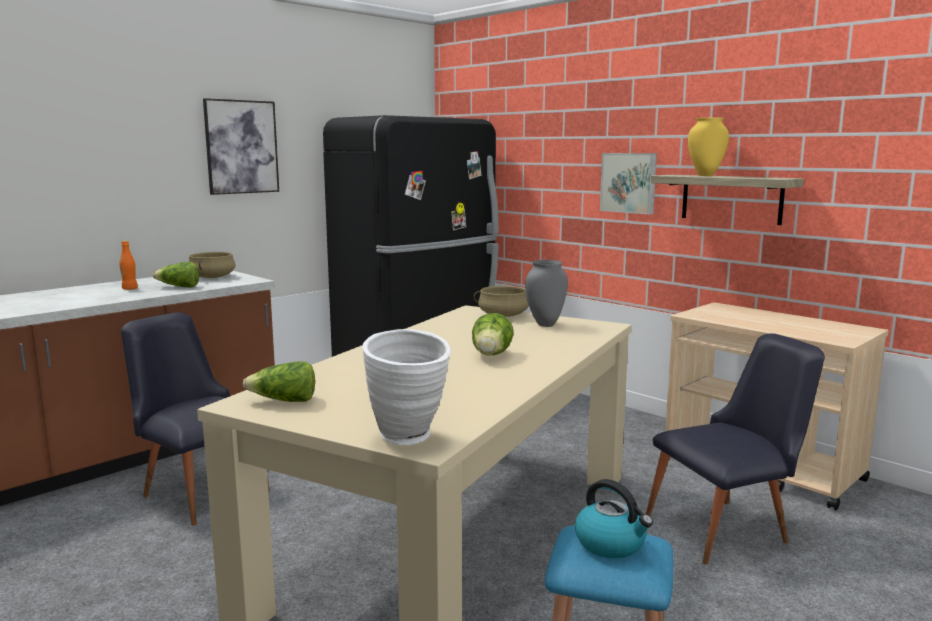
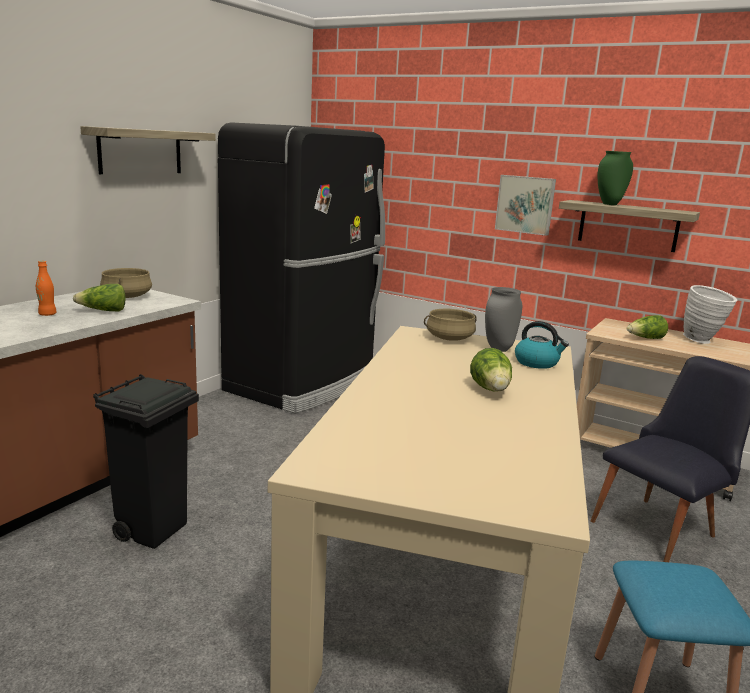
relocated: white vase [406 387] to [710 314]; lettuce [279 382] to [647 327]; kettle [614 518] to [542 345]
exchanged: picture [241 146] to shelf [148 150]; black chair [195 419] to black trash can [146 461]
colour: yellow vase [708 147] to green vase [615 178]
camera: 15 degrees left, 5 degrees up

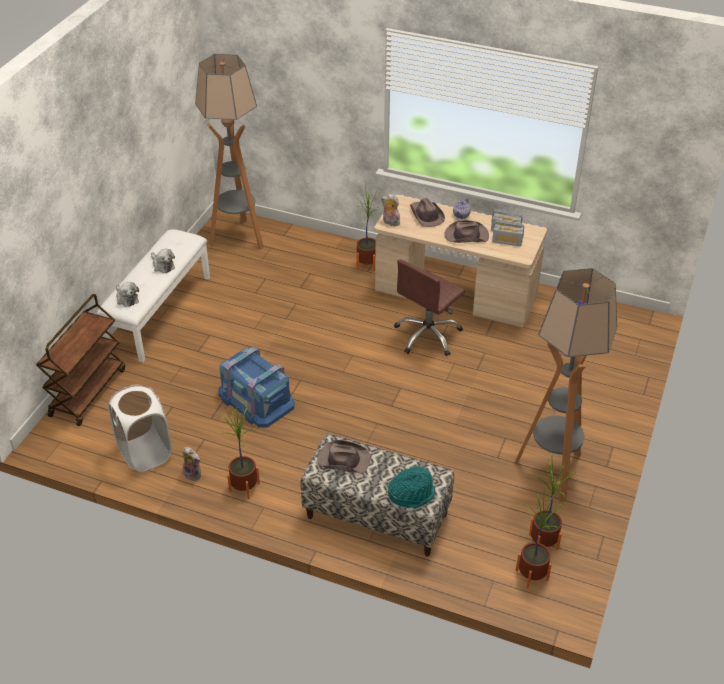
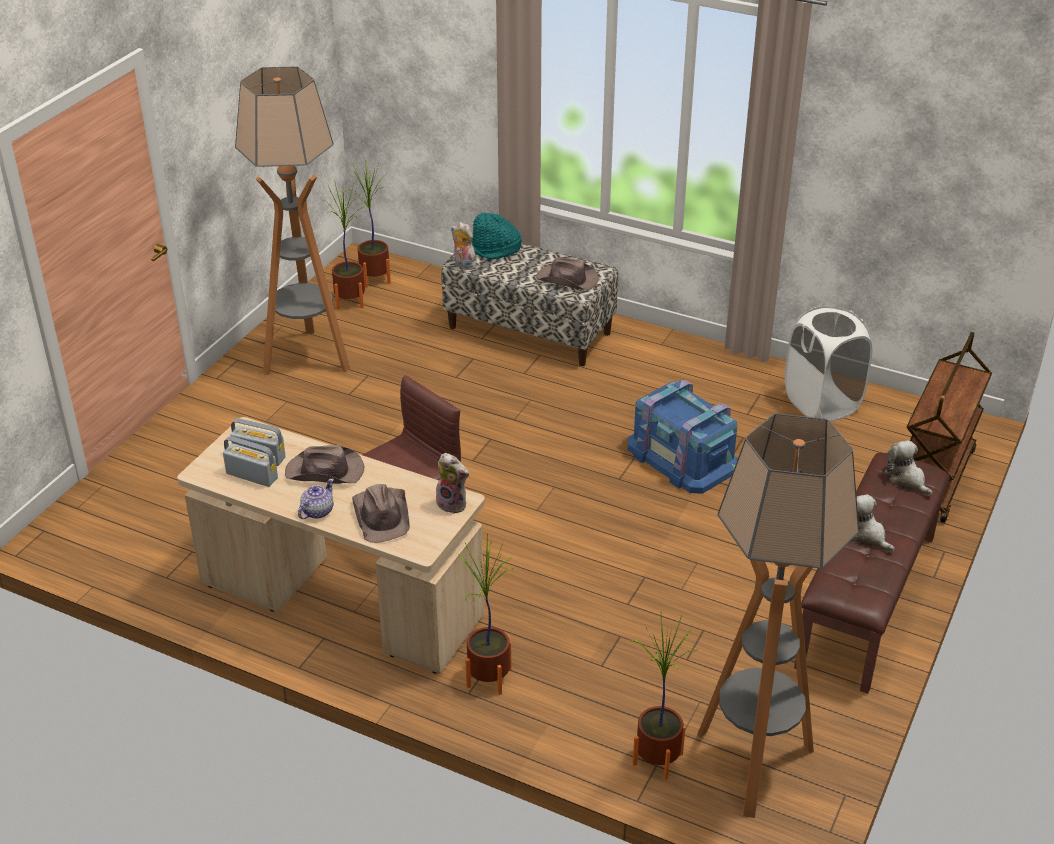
relocated: potted plant [240 452] to [663 697]; plush toy [192 464] to [464 246]
colour: white bench [153 295] to brown bench [872 573]
camera: 175 degrees left, 5 degrees down

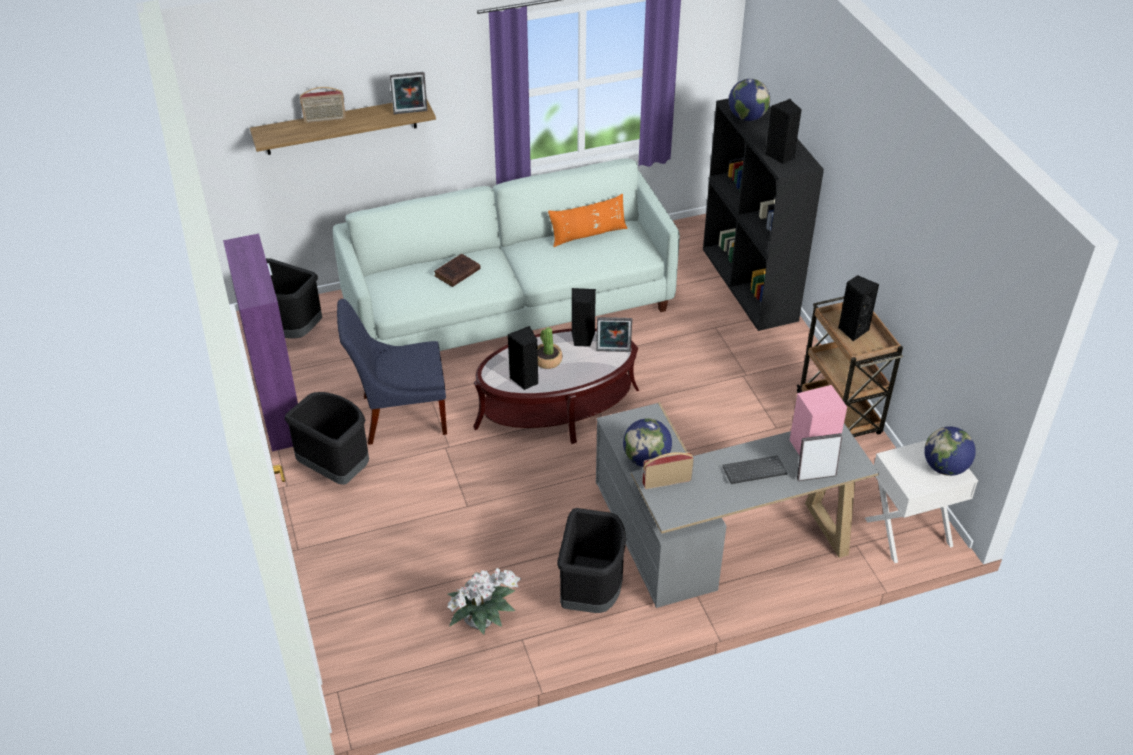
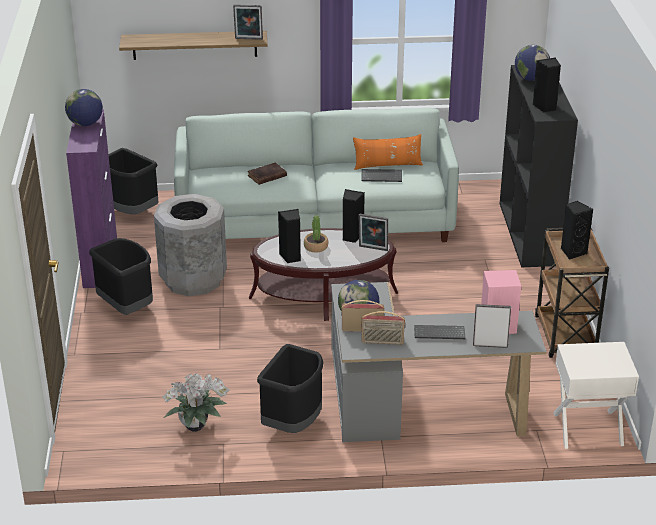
appeared: keyboard [381 175]
relocated: radio [323 105] to [383 328]; globe [950 451] to [84 107]
exchanged: blue chair [392 372] to grey trash can [190 245]
camera: 15 degrees right, 10 degrees down

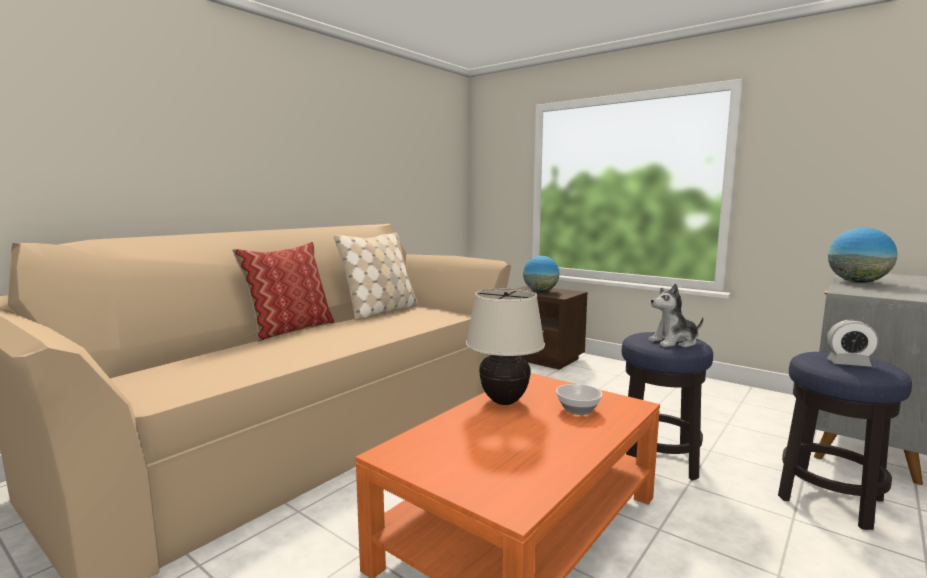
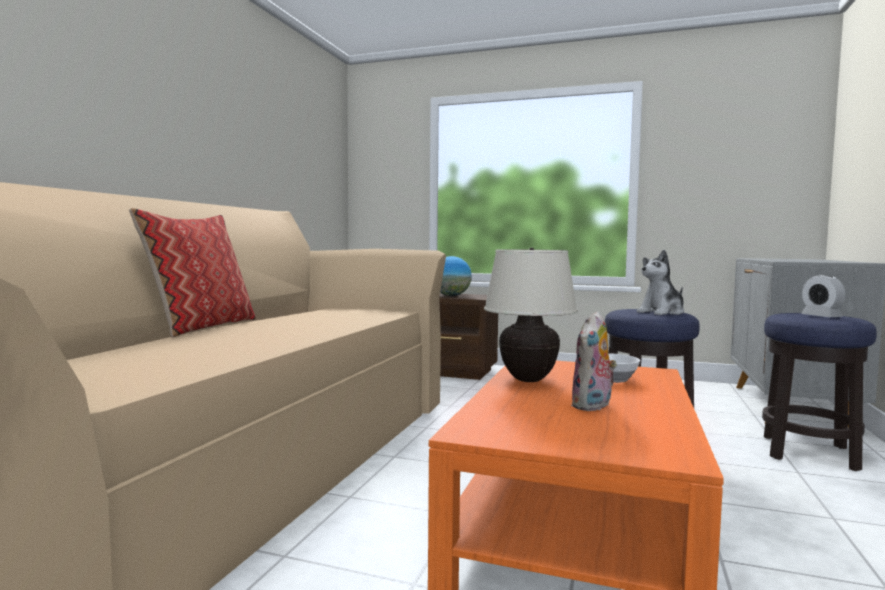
missing: globe [863 255]; beige pillow [376 276]
appeared: plush toy [594 361]
spun: alarm clock [852 343] = [823 296] 75 degrees clockwise
camera: 20 degrees left, 5 degrees down

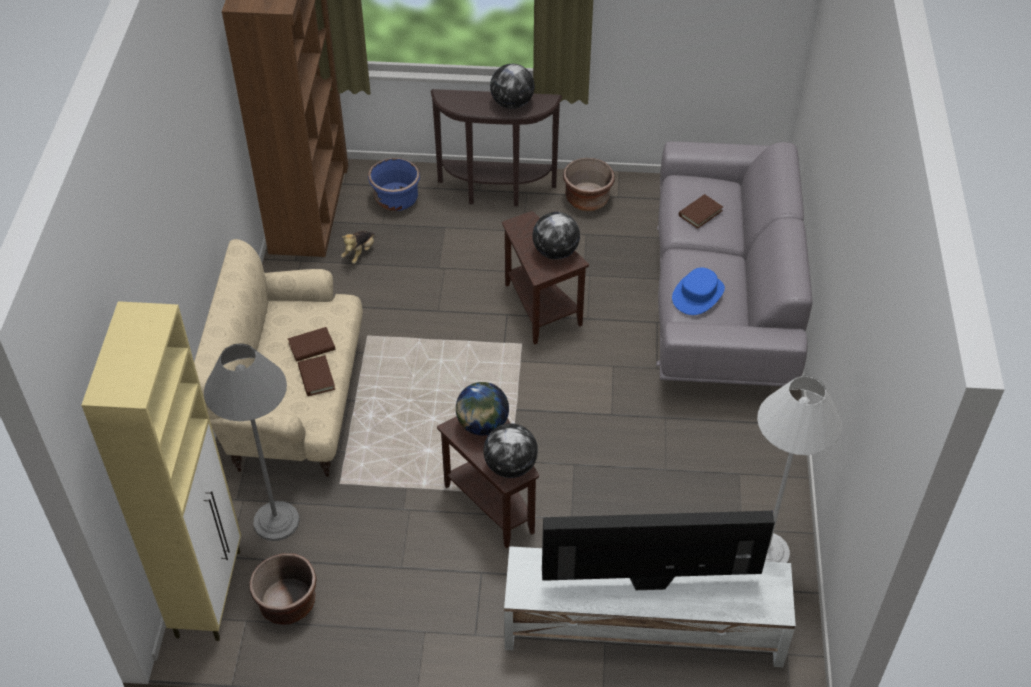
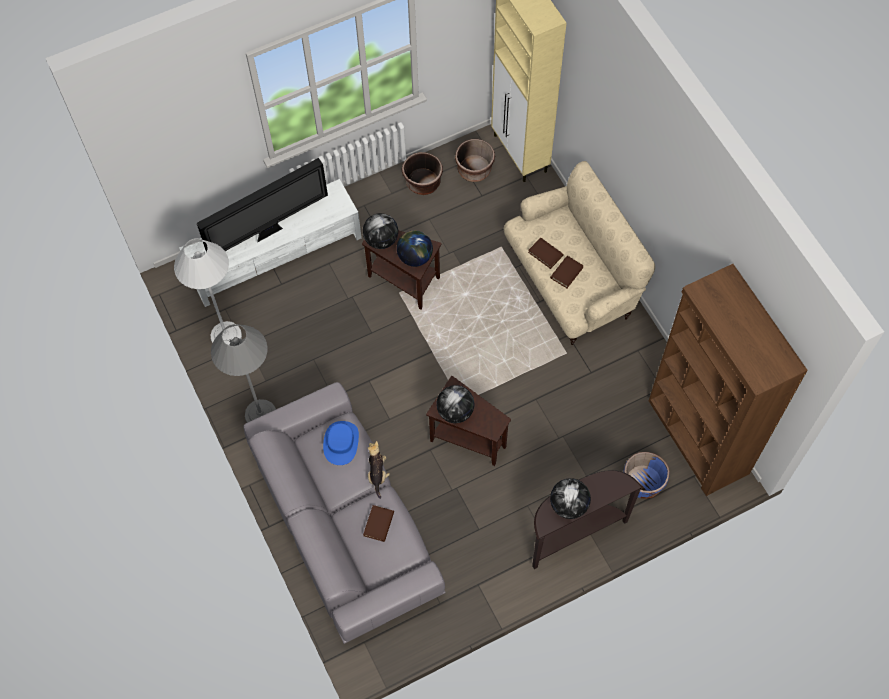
relocated: brown planter [589 184] to [422 173]; plush toy [358 247] to [379 470]; grey floor lamp [252 442] to [243 373]
camera: 150 degrees right, 15 degrees up

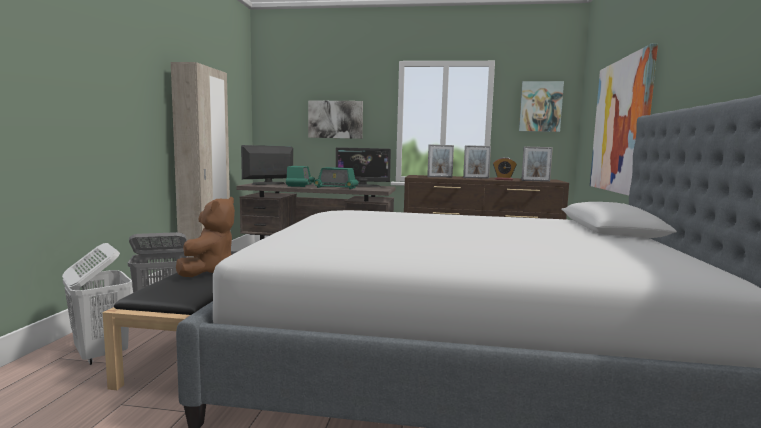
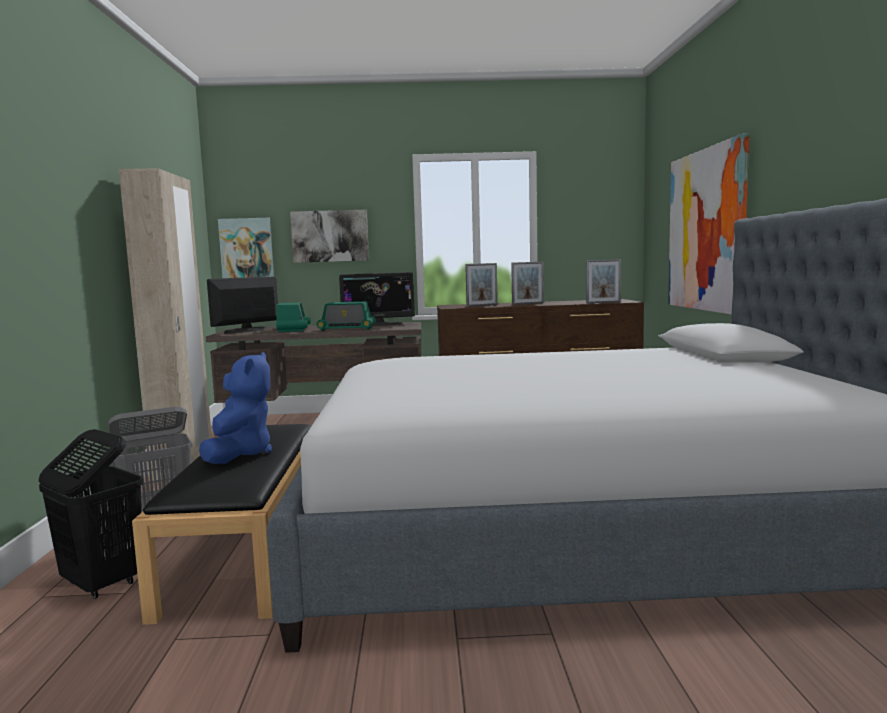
missing: alarm clock [505 168]
relocated: picture [541 106] to [246 248]
colour: brown plush toy [205 237] to blue plush toy [235 408]; white laundry basket [97 304] to black laundry basket [91 514]
camera: 10 degrees left, 0 degrees up

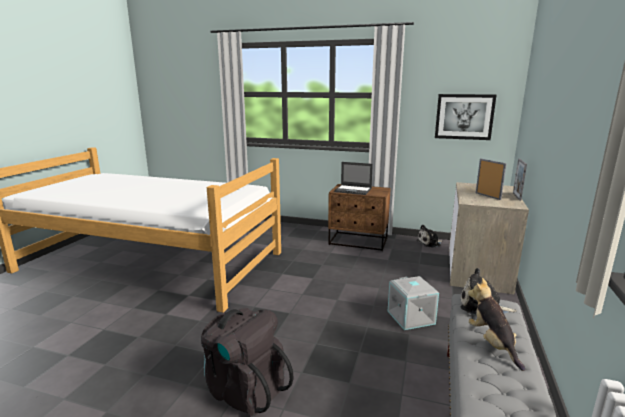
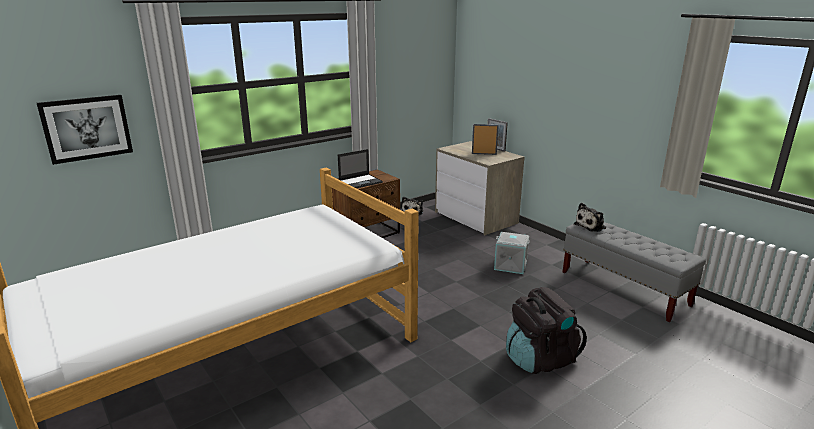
missing: plush toy [496 324]
relocated: picture [465 117] to [85 130]
camera: 55 degrees left, 5 degrees up

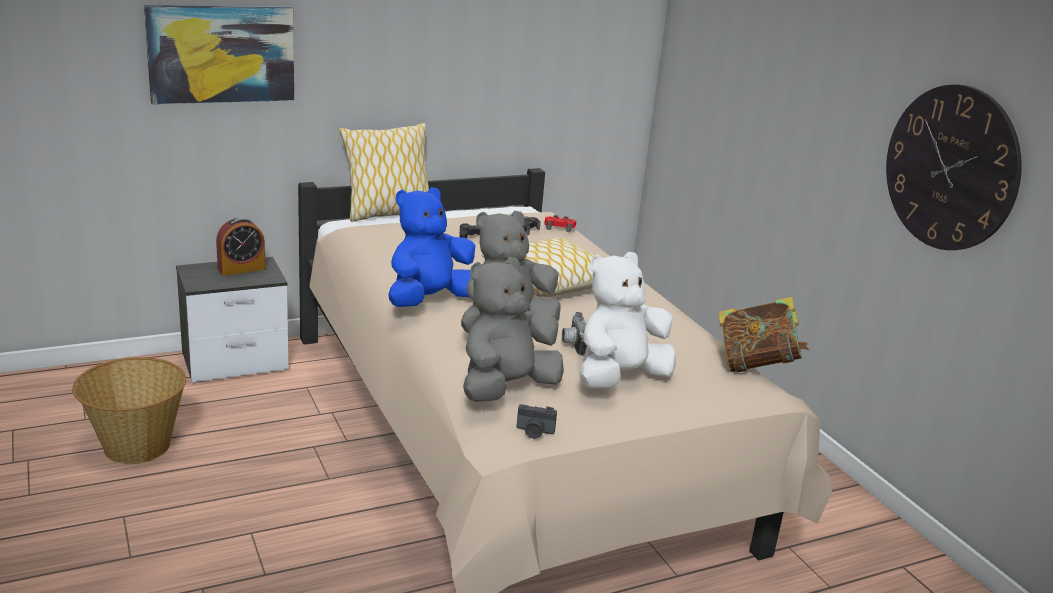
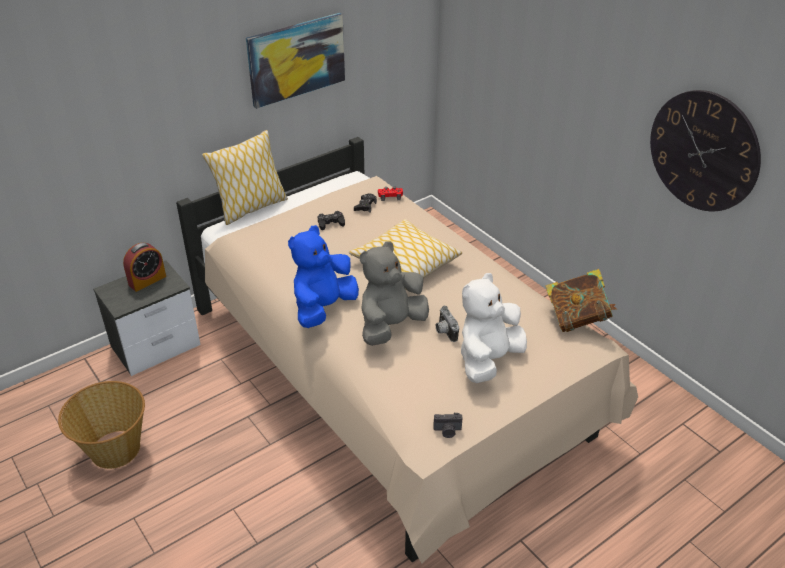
missing: grey plush toy [513 329]
relocated: picture [219 54] to [295 61]
camera: 10 degrees left, 15 degrees up

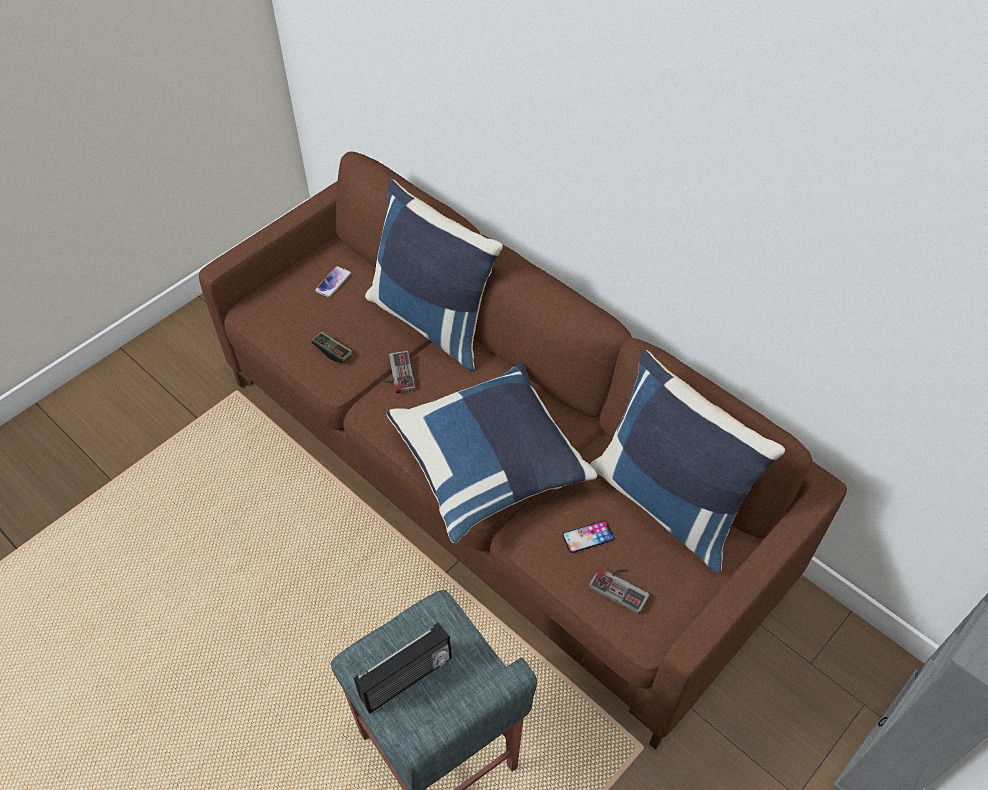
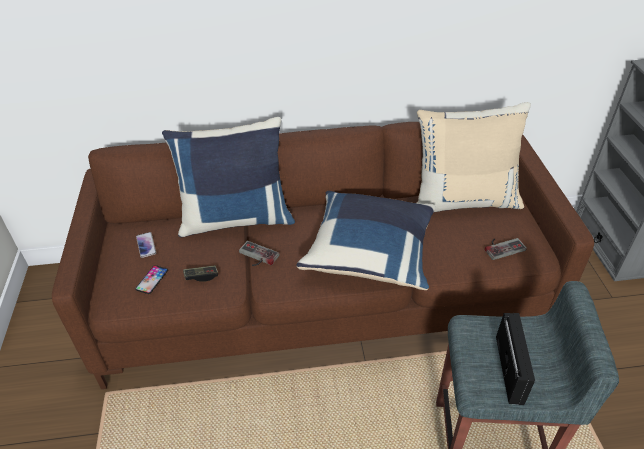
relocated: phone [588 536] to [151 279]
colour: blue pillow [687 461] to beige pillow [474 157]
camera: 50 degrees left, 10 degrees down

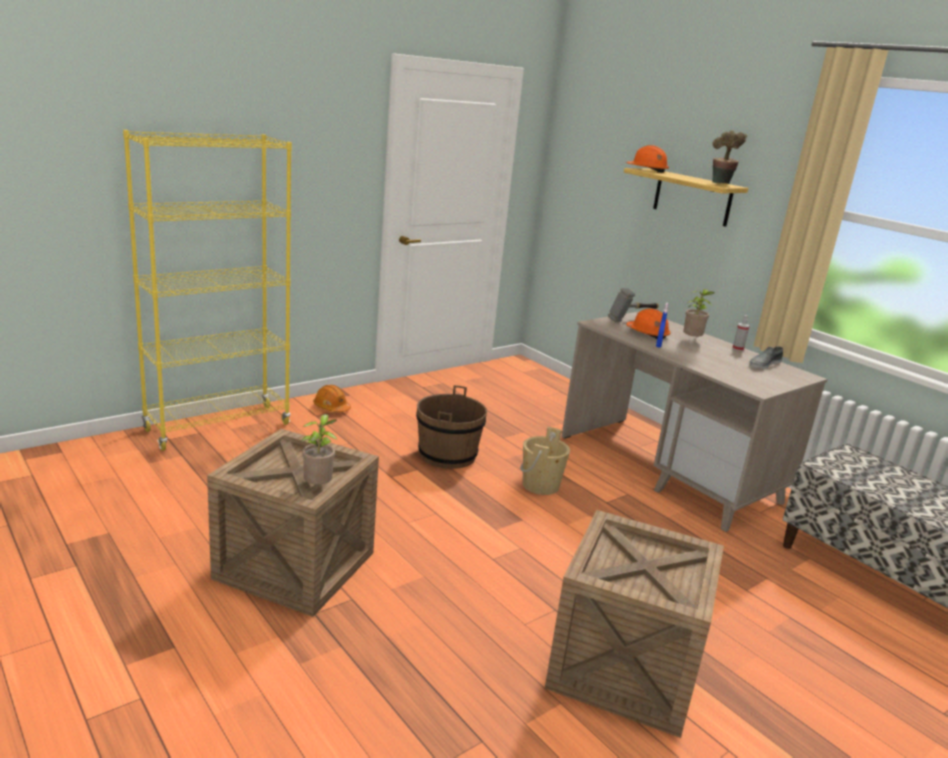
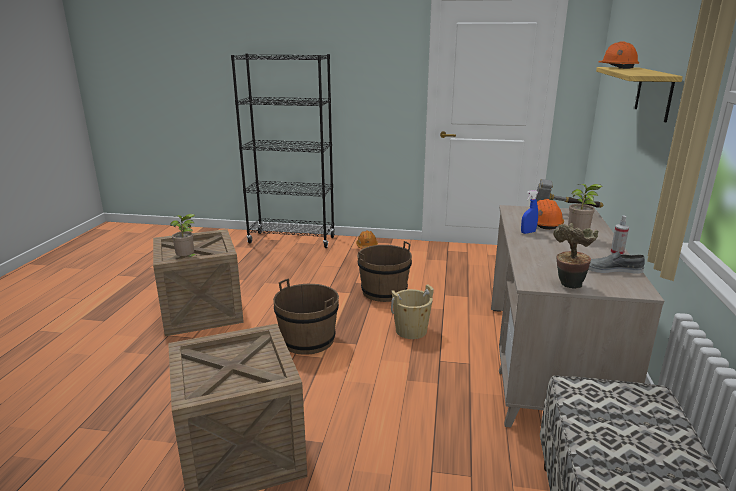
appeared: brown bucket [306 316]
relocated: potted plant [729 157] to [576 256]
colour: yellow bookcase [207 290] to black bookcase [283 151]
camera: 50 degrees right, 0 degrees up

